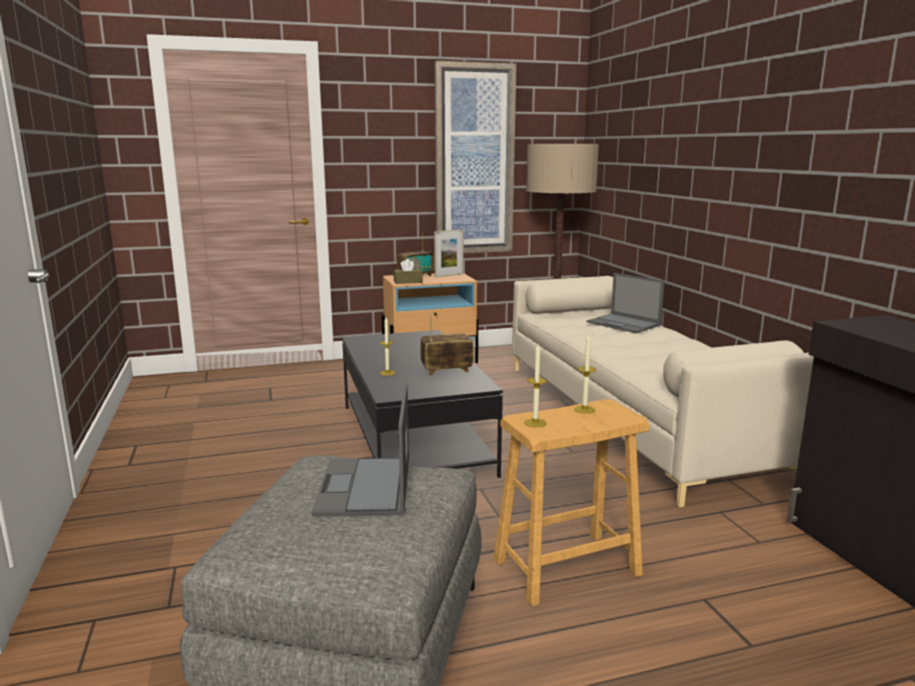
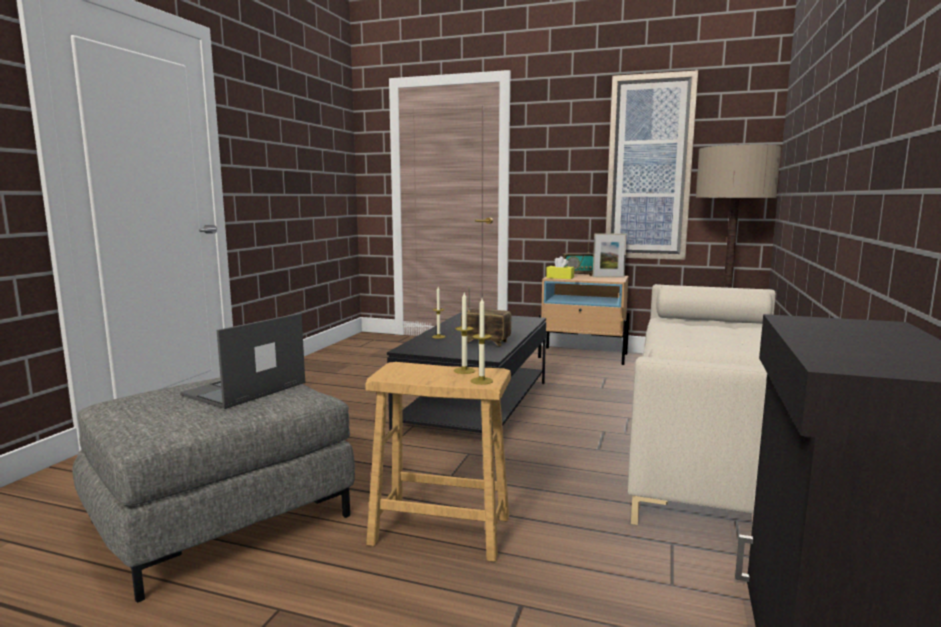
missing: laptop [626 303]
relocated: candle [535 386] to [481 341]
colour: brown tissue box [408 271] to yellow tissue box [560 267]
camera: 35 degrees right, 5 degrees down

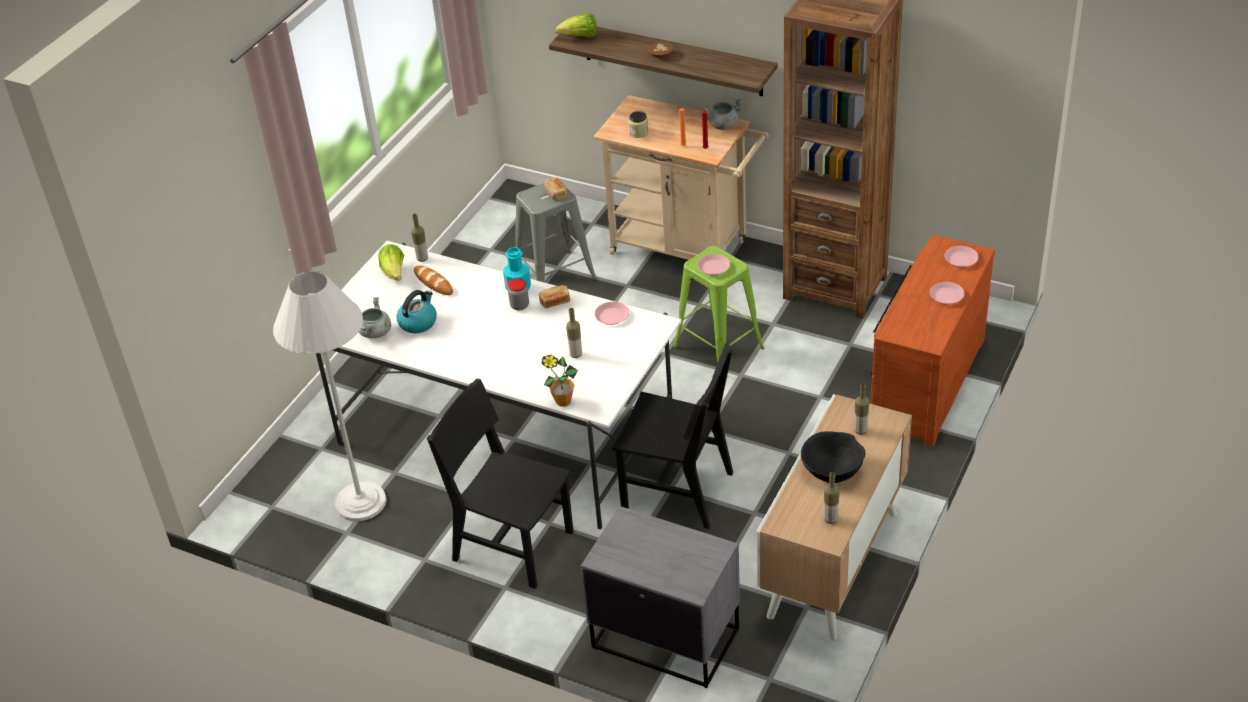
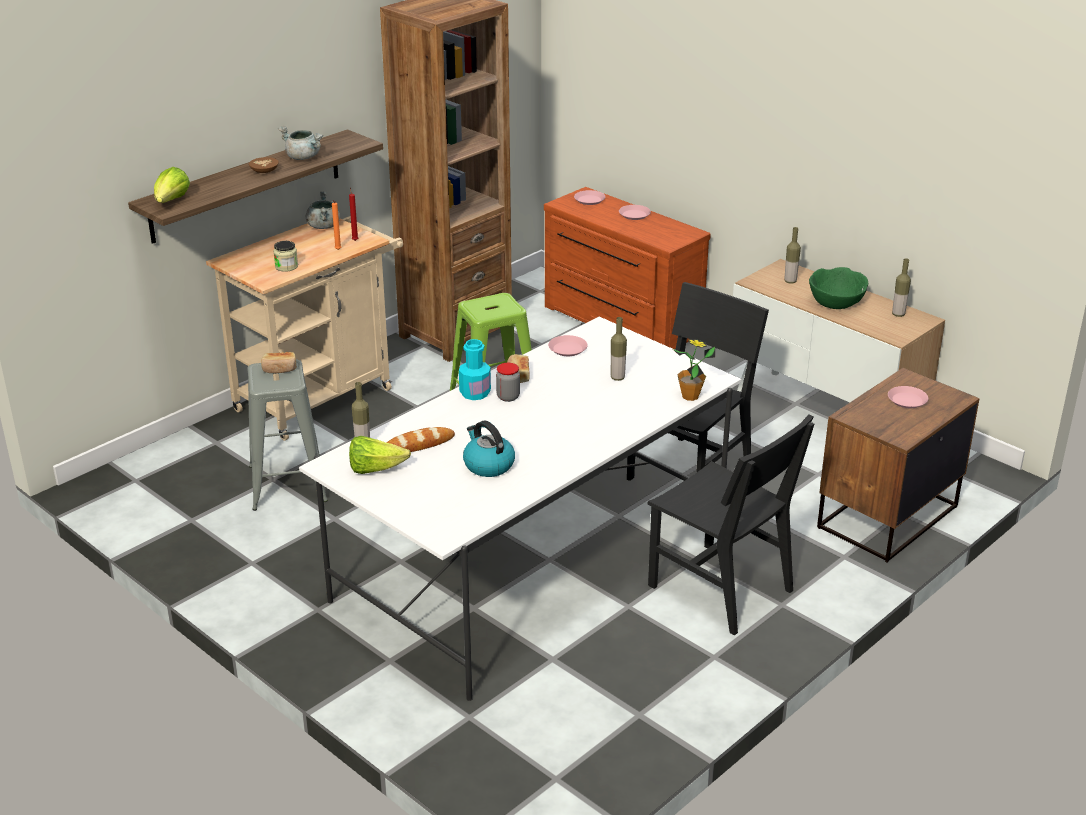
missing: white floor lamp [330 396]
relocated: pink plate [713 264] to [908 397]; grey cooking pot [375 317] to [300 143]
colour: black bowl [833 457] to green bowl [838 288]; grey nightstand [660 597] to brown nightstand [898 465]
spun: black chair [500 484] = [731 525] 90 degrees counterclockwise
camera: 75 degrees left, 10 degrees down

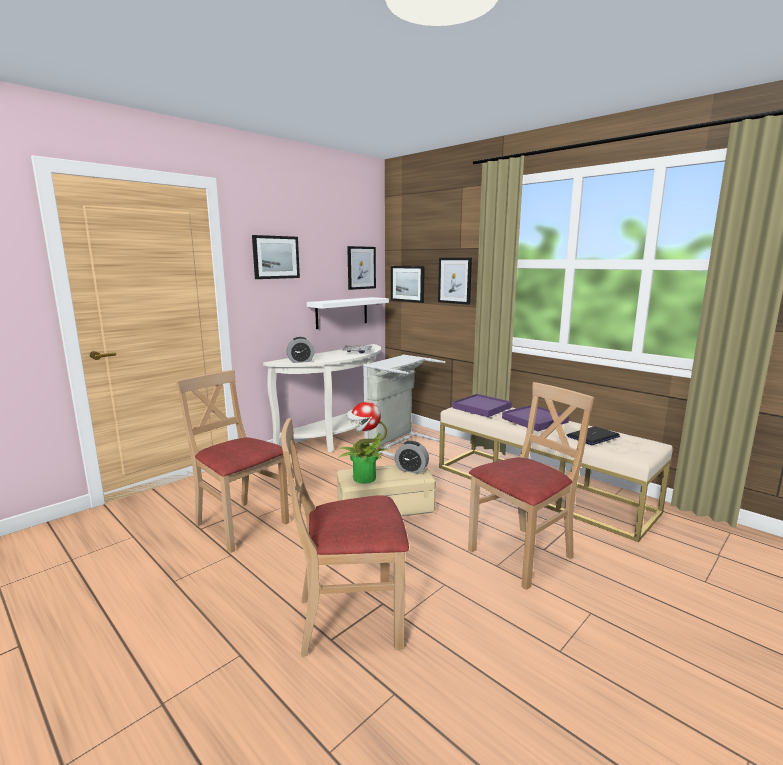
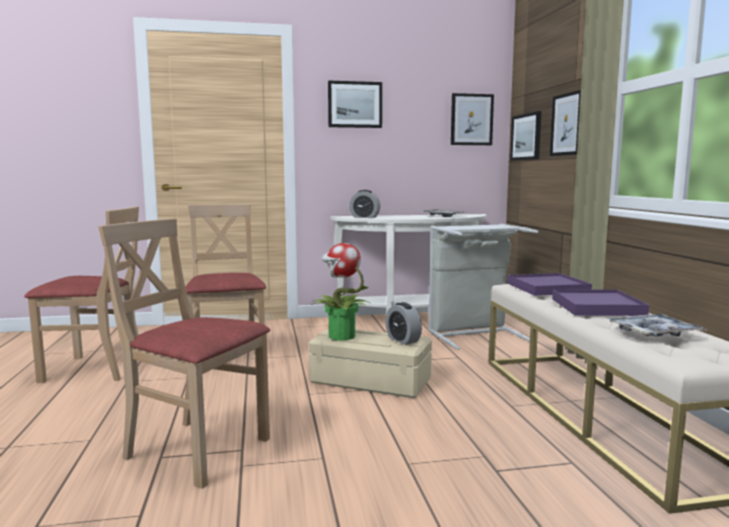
missing: white shelf [348 313]
relocated: beige chair [531 486] to [81 294]
exchanged: laptop [593 435] to tray [657 325]
camera: 35 degrees right, 5 degrees down

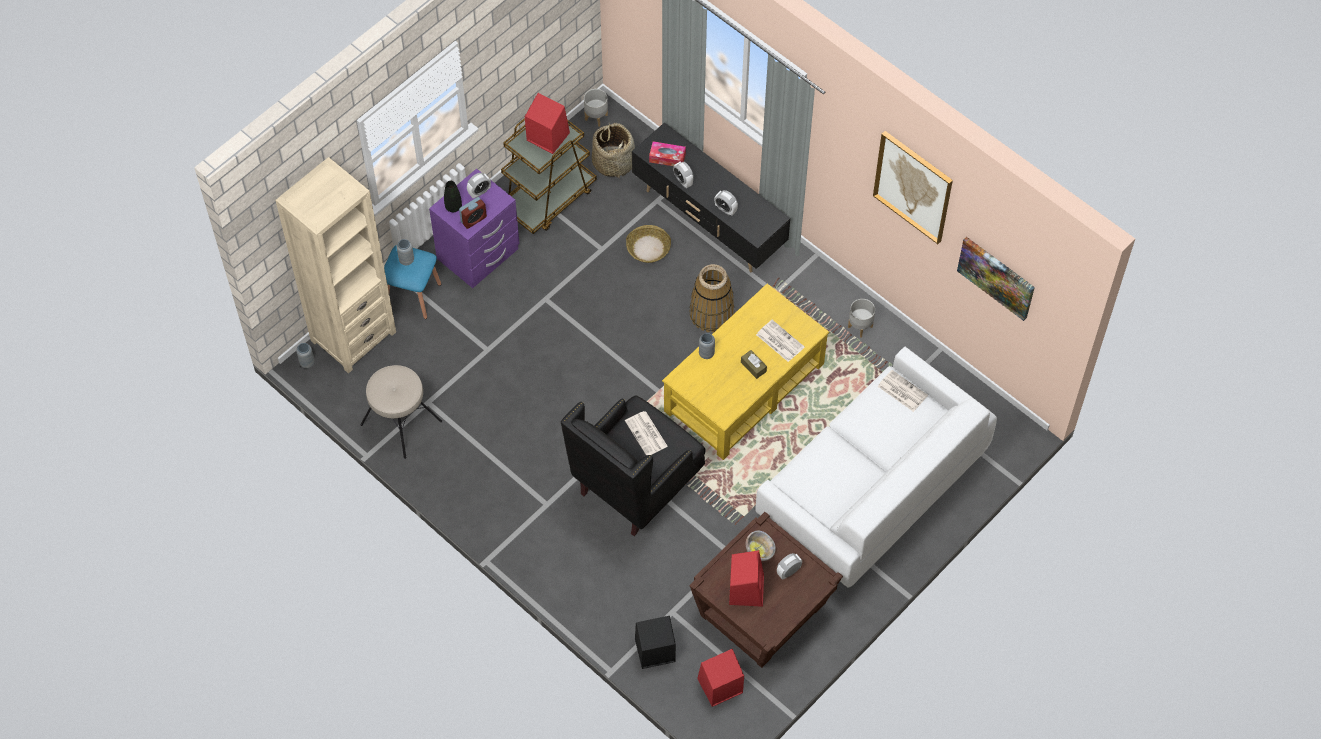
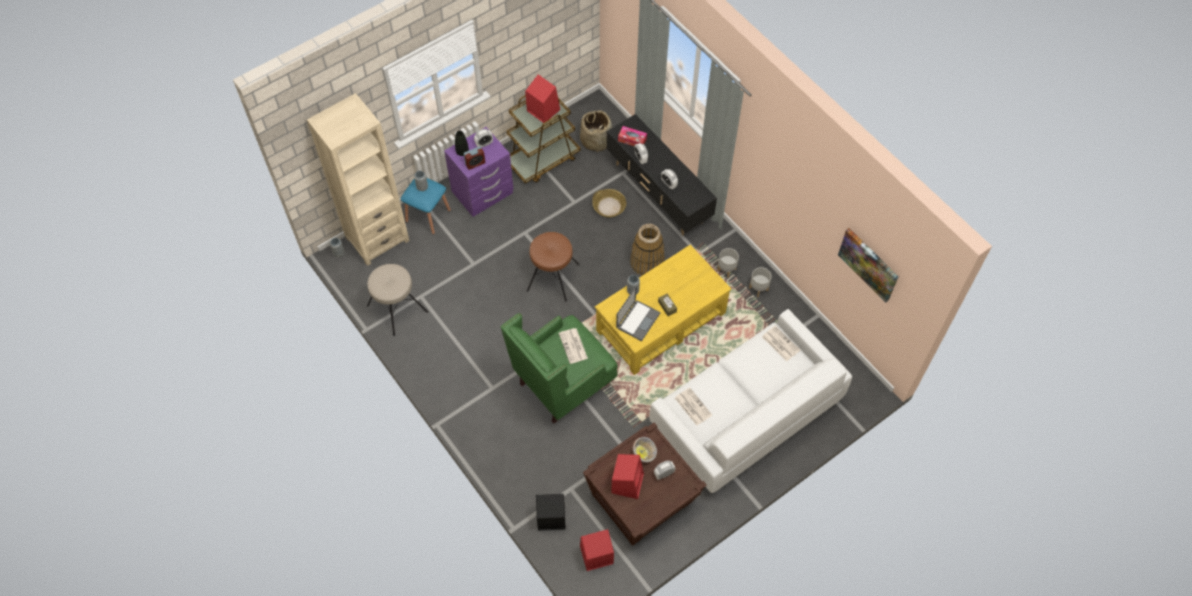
missing: picture [913 187]
appeared: brown stool [553 267]; laptop [638 313]
relocated: grey planter [596 108] to [728 263]; newspaper [780 341] to [693 406]
colour: black armchair [633 465] to green armchair [559 368]
camera: 10 degrees right, 0 degrees up

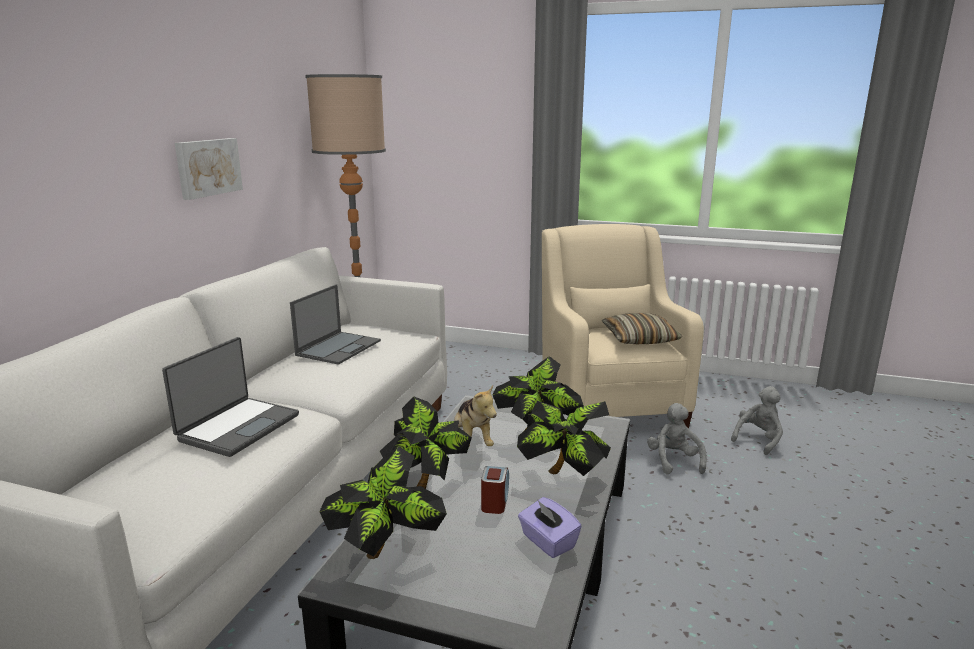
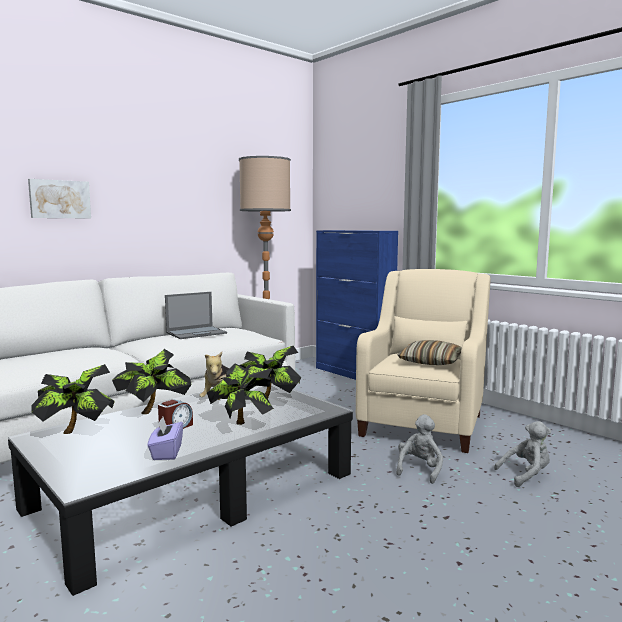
missing: laptop [230 397]
appeared: blue cabinet [357 305]
relocated: picture [209 169] to [59 198]
camera: 30 degrees right, 10 degrees down

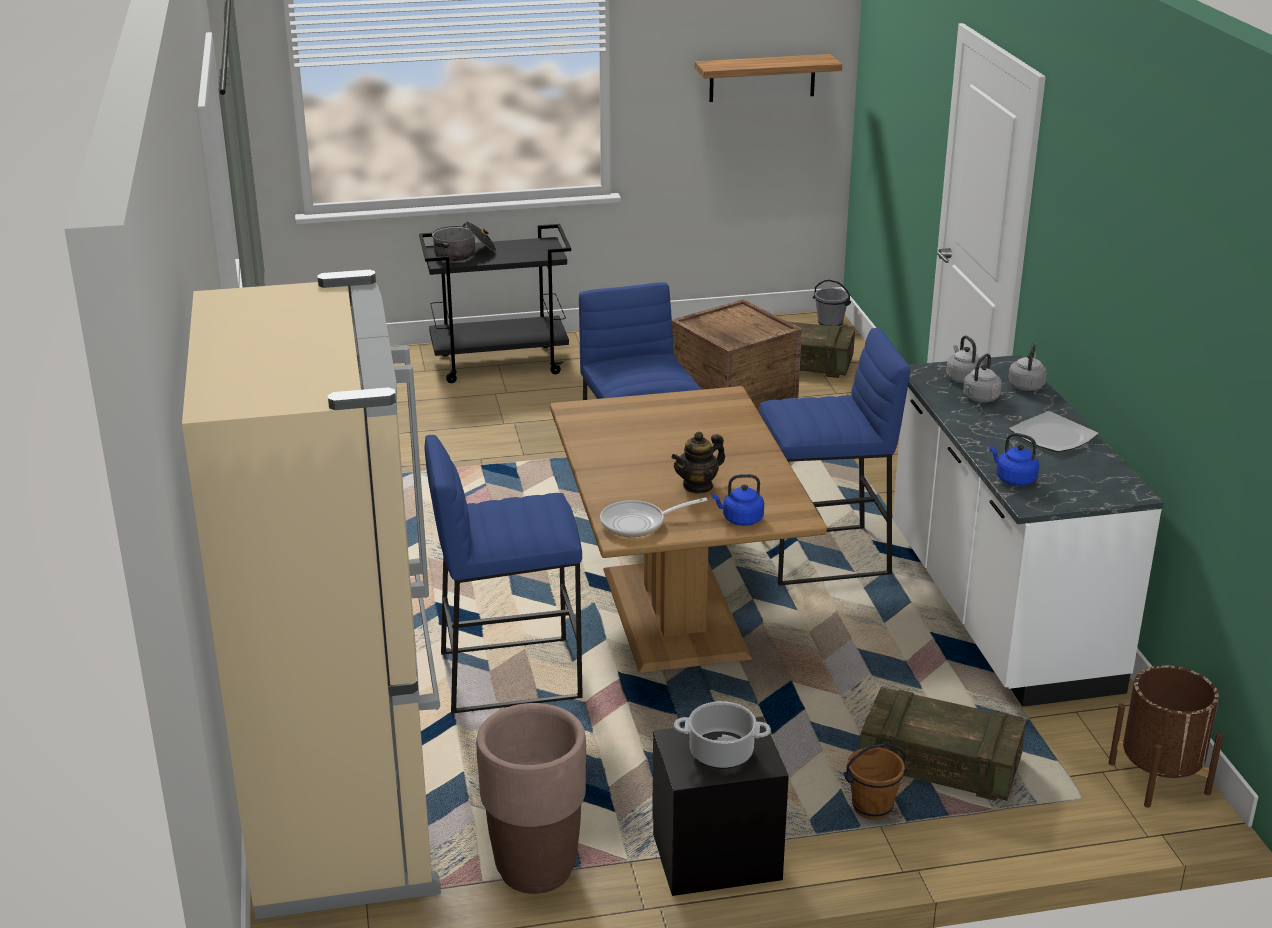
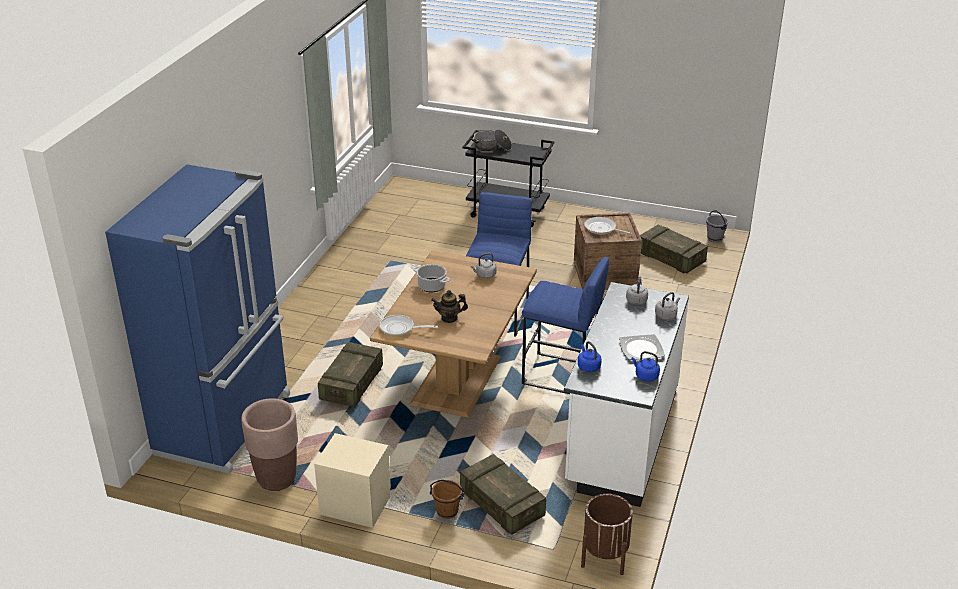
missing: shelf [768 78]
appeared: frying pan [608 225]
relocated: grey kettle [982 377] to [483 266]; blue kettle [738 500] to [645 366]; cooking pot [722 735] to [432 278]
exchanged: blue stool [504 574] to crate [350 374]
colour: beige fridge [311 595] to blue fridge [197 319]; black nightstand [720 806] to beige nightstand [352 480]
camera: 30 degrees right, 5 degrees up

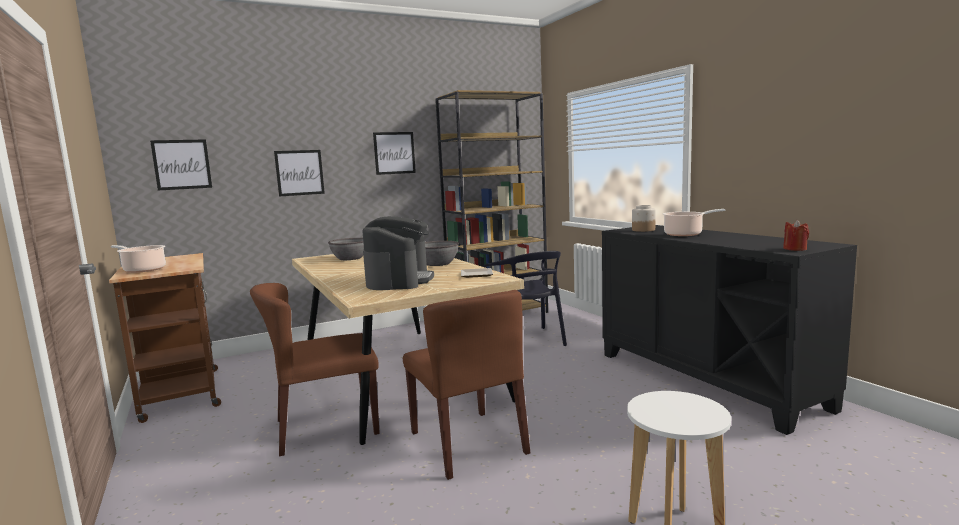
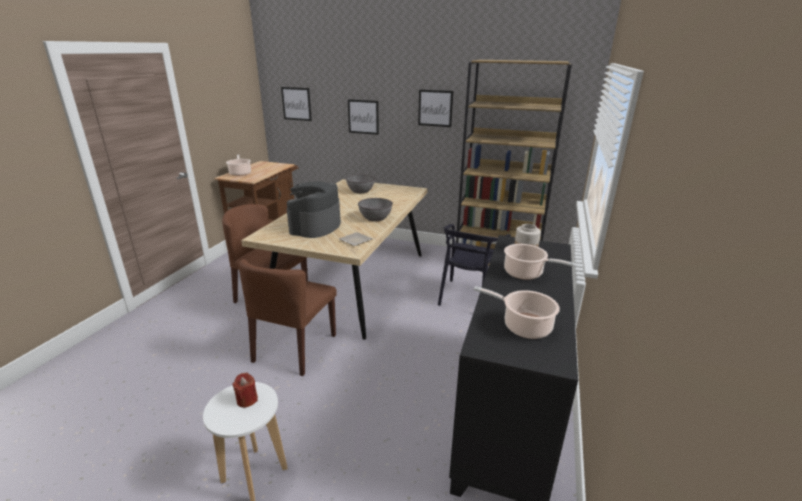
appeared: cooking pot [517 312]
relocated: red candle [796 235] to [245 390]
spun: coffee machine [398 253] = [314 209] 150 degrees clockwise
camera: 45 degrees right, 15 degrees up

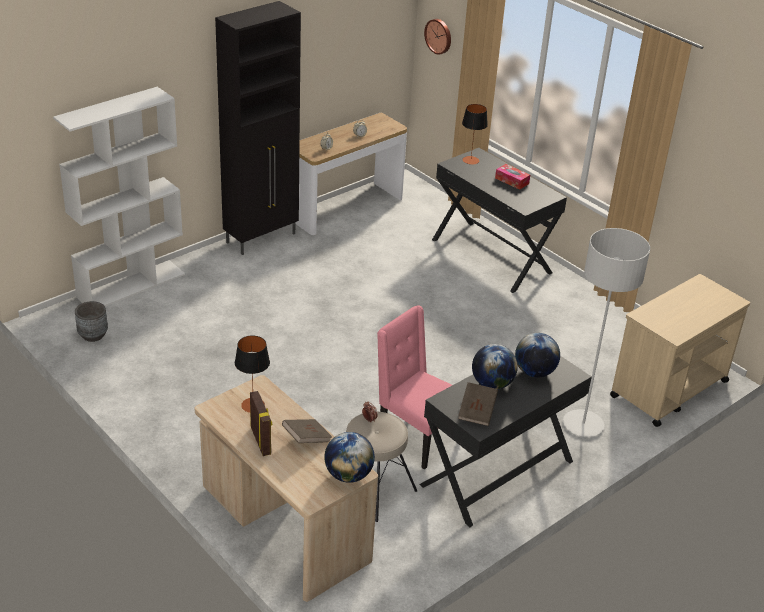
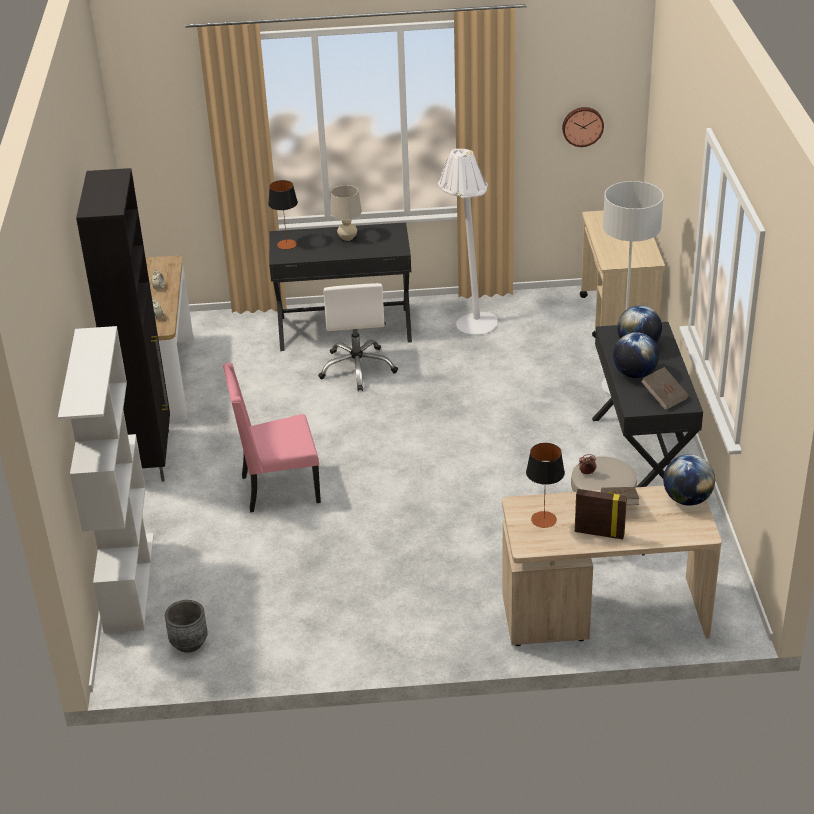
appeared: white floor lamp [468 241]; white office chair [358 337]
relocated: wall clock [437 37] to [583 127]; pink chair [414 387] to [272 438]
exchanged: tissue box [512 177] to beige table lamp [346 213]
camera: 50 degrees left, 0 degrees up

